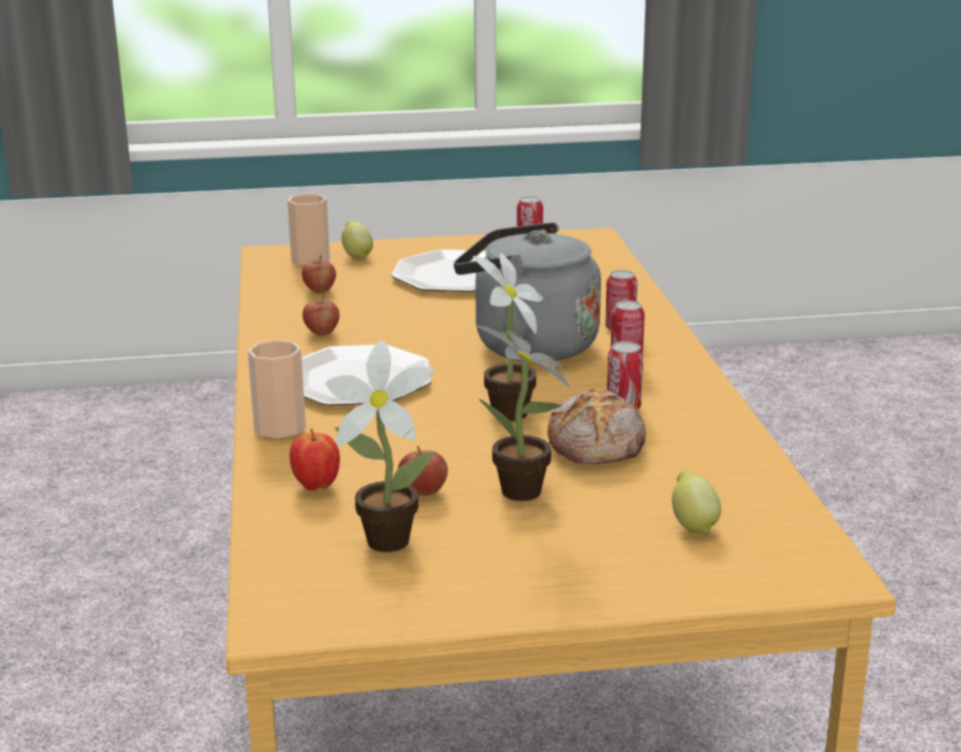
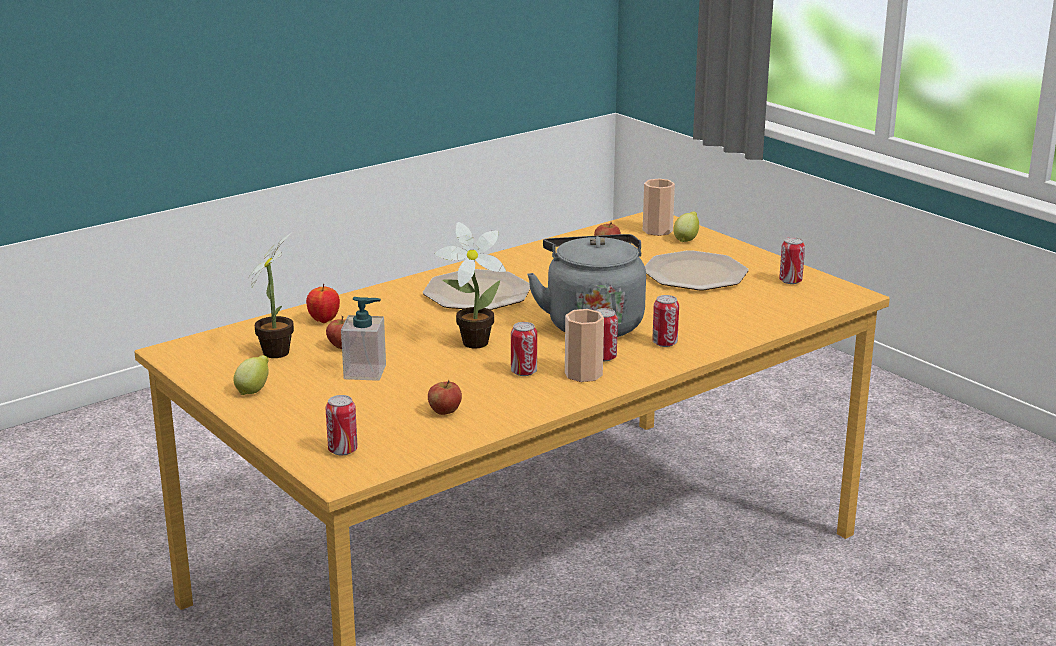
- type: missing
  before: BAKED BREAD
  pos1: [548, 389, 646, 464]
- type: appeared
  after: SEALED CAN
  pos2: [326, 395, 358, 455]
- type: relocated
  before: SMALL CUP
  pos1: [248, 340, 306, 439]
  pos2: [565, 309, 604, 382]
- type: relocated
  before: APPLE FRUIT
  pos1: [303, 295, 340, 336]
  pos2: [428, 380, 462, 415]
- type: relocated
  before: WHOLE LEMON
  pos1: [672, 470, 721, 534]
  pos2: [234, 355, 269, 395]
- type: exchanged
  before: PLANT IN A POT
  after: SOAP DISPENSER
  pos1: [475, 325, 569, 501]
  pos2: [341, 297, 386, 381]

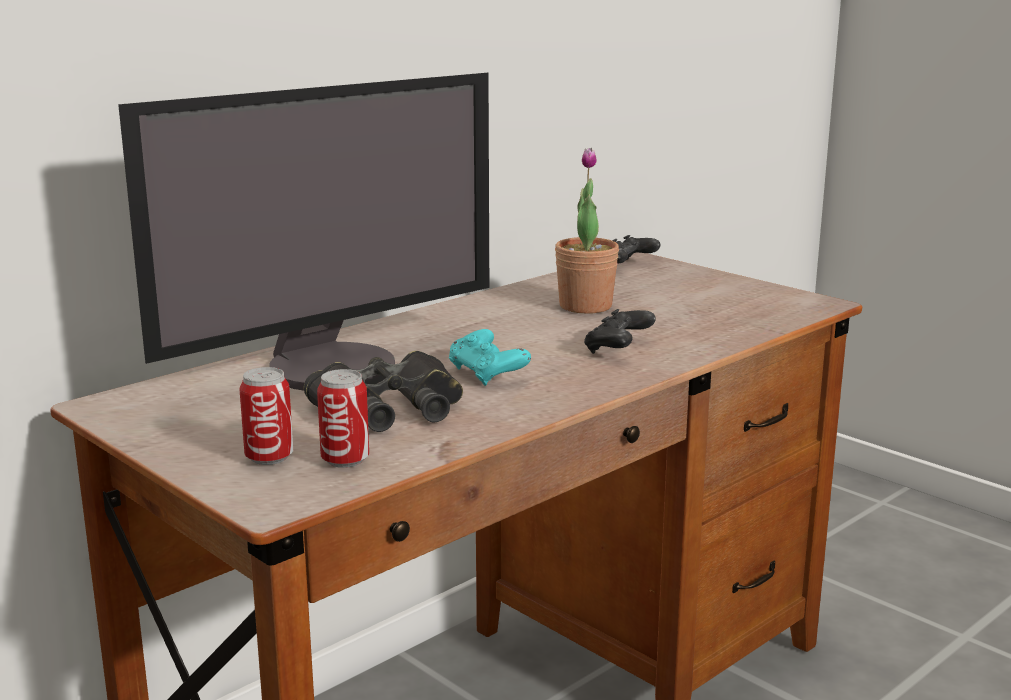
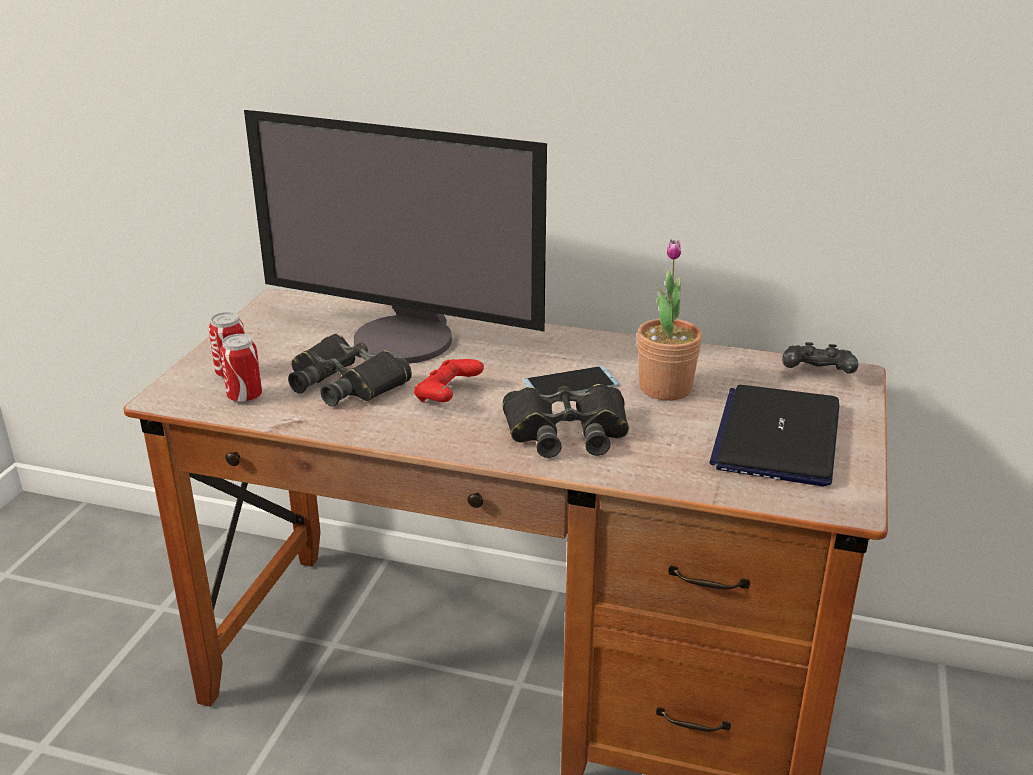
- type: appeared
  after: HANDSET
  pos2: [523, 366, 619, 395]
- type: appeared
  after: PORTABLE COMPUTER
  pos2: [709, 385, 840, 486]
- type: exchanged
  before: BLACK-COLOURED GAME CONTROLLER
  after: BLACK-COLOURED BINOCULARS
  pos1: [584, 309, 656, 354]
  pos2: [503, 384, 629, 458]
- type: colour
  before: TURQUOISE GAME CONTROLLER
  after: RED GAME CONTROLLER
  pos1: [449, 329, 531, 386]
  pos2: [414, 359, 484, 402]

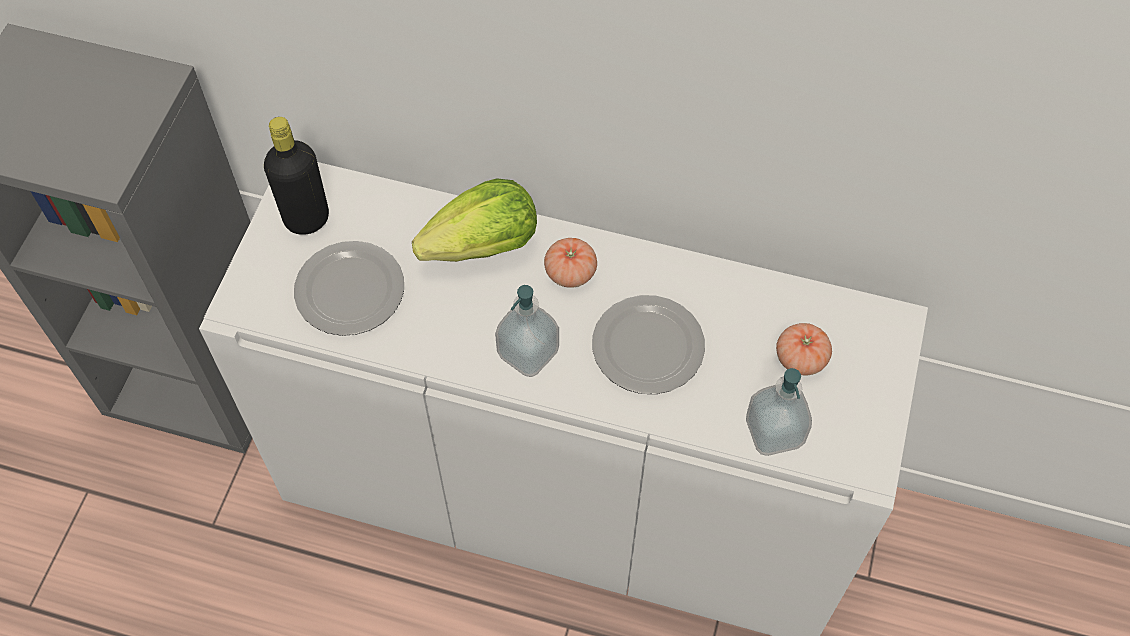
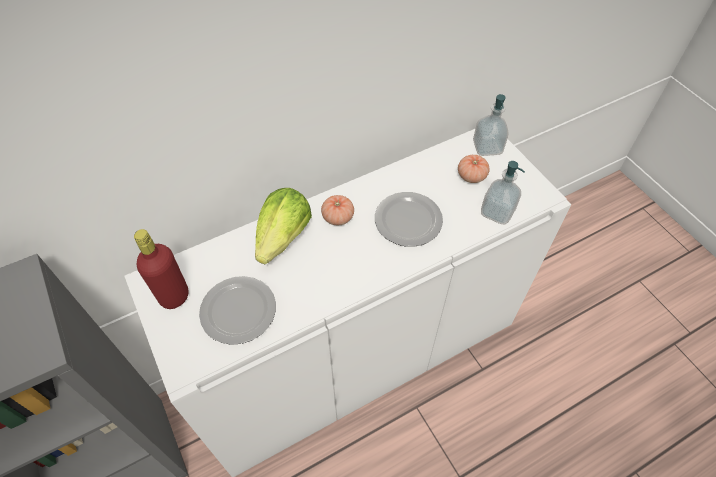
- type: relocated
  before: SOAP DISPENSER
  pos1: [495, 285, 559, 377]
  pos2: [473, 94, 508, 156]
- type: colour
  before: BLACK-COLOURED BEVERAGE BOTTLE
  after: RED BEVERAGE BOTTLE
  pos1: [264, 117, 329, 235]
  pos2: [134, 229, 188, 309]

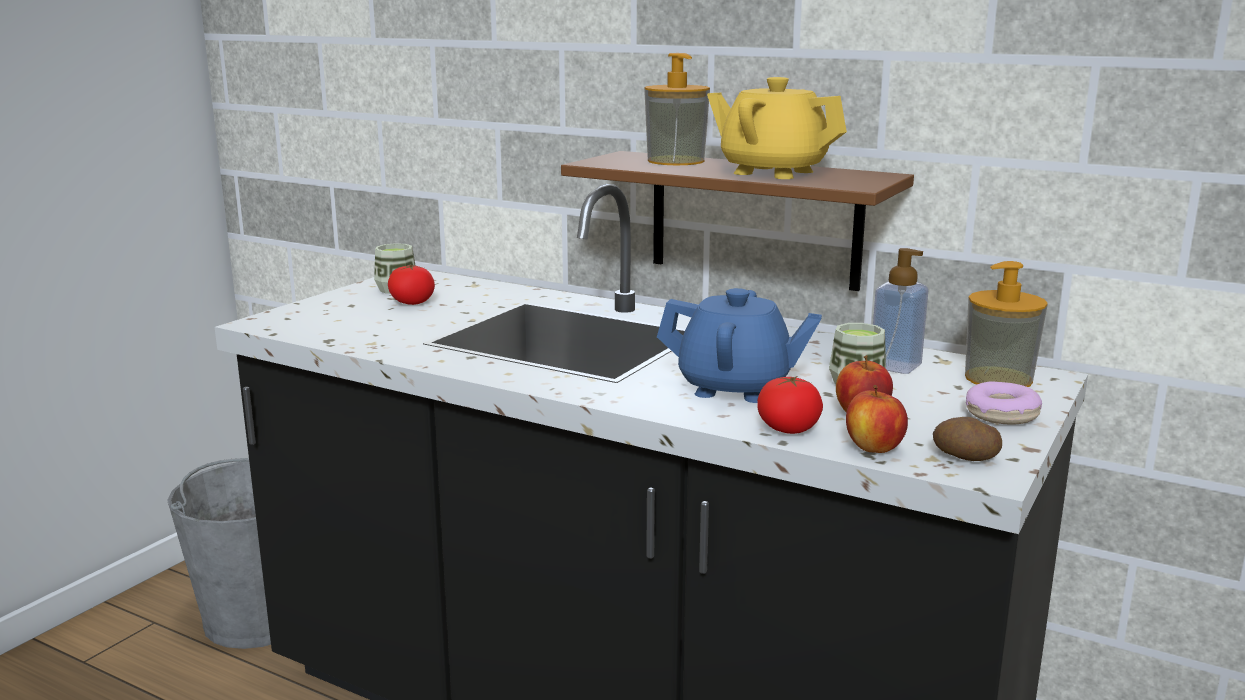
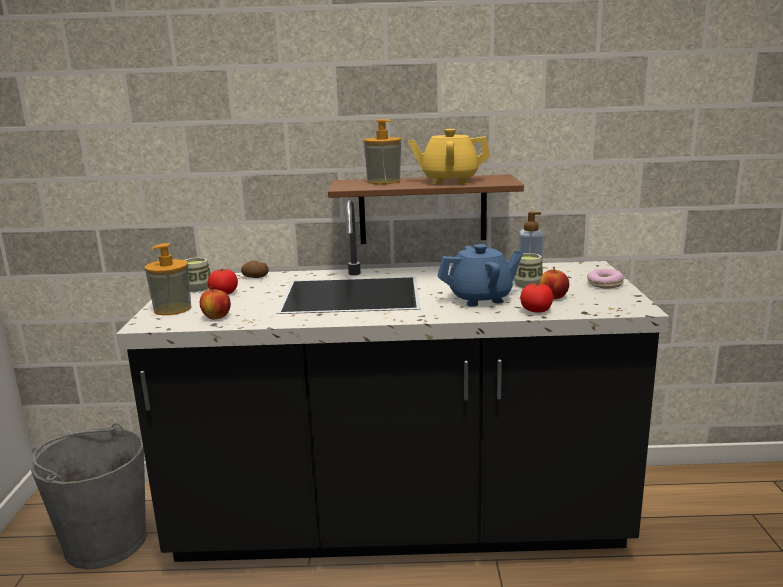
- type: relocated
  before: APPLE FRUIT
  pos1: [846, 385, 908, 453]
  pos2: [200, 286, 231, 319]
- type: relocated
  before: POTATO
  pos1: [933, 417, 1002, 461]
  pos2: [241, 261, 269, 278]
- type: relocated
  before: SOAP DISPENSER
  pos1: [965, 261, 1048, 387]
  pos2: [145, 243, 191, 315]

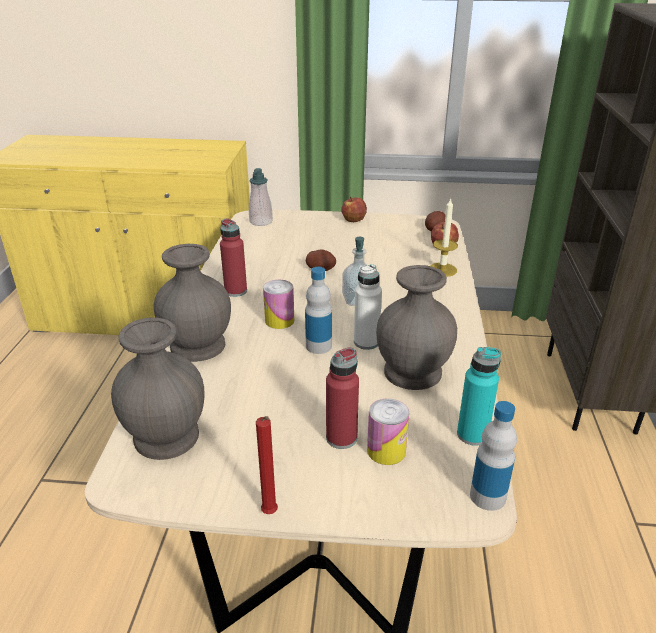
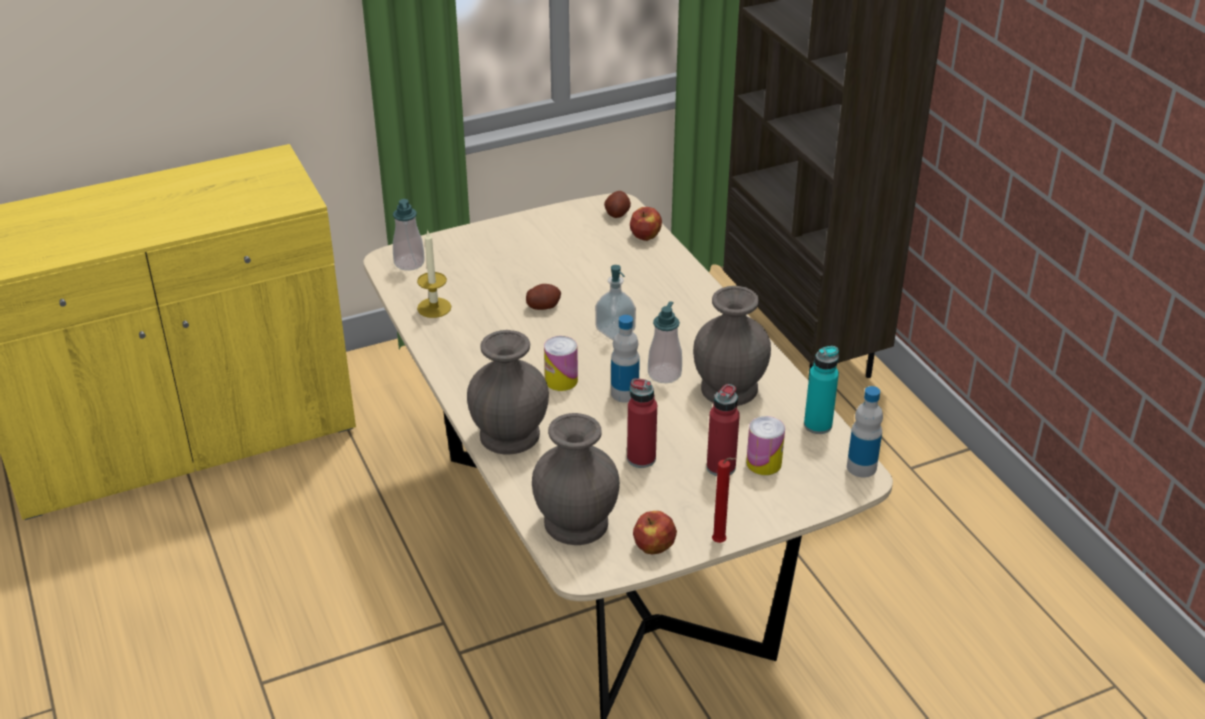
- type: relocated
  before: RED BEVERAGE BOTTLE
  pos1: [220, 219, 247, 297]
  pos2: [627, 378, 657, 468]
- type: relocated
  before: APPLE FRUIT
  pos1: [341, 197, 367, 222]
  pos2: [633, 511, 677, 554]
- type: relocated
  before: WAX LIGHT
  pos1: [430, 198, 458, 277]
  pos2: [417, 231, 451, 318]
- type: exchanged
  before: WHITISH BEVERAGE BOTTLE
  after: SOAP DISPENSER
  pos1: [354, 264, 382, 350]
  pos2: [648, 301, 682, 383]

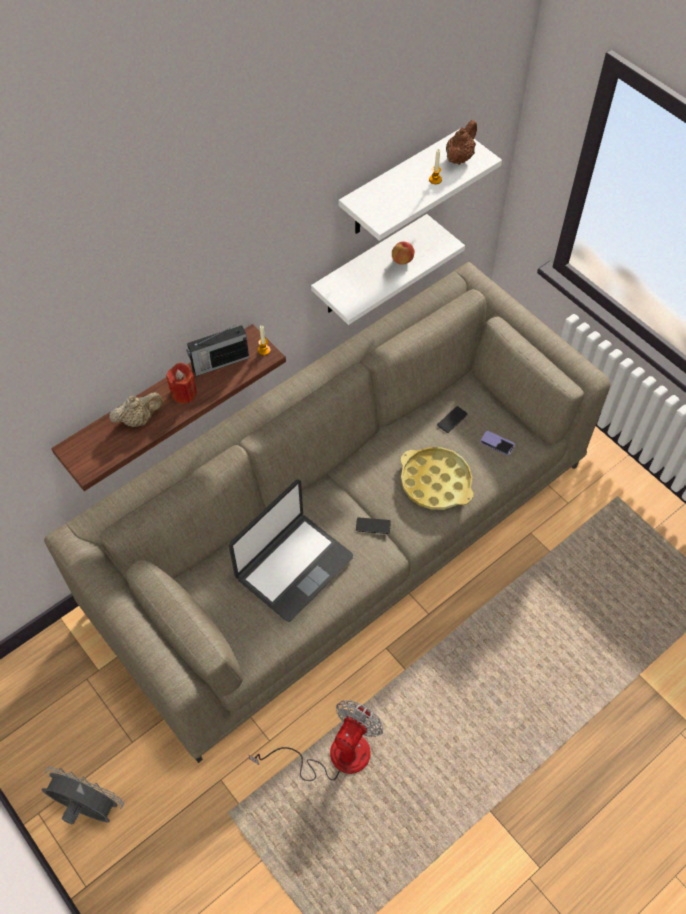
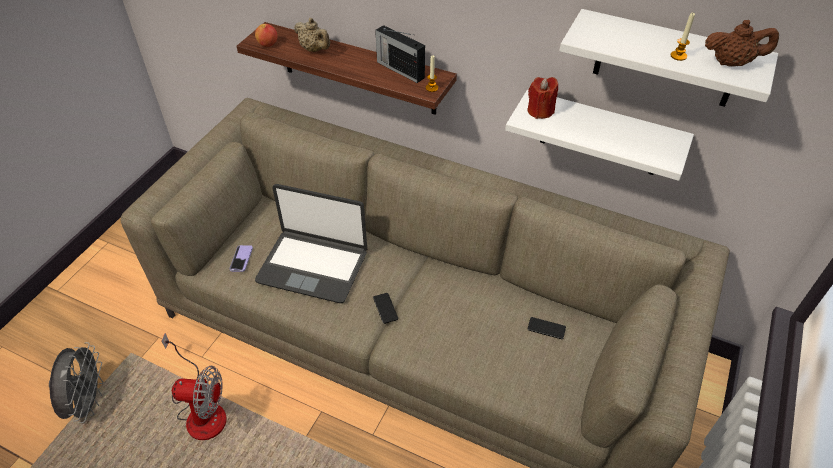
- type: missing
  before: YELLOWISH CARRYING TRAY
  pos1: [401, 447, 474, 510]
- type: relocated
  before: GRAY ELECTRIC FAN
  pos1: [42, 767, 124, 824]
  pos2: [49, 342, 103, 423]
- type: relocated
  before: RED WAX LIGHT
  pos1: [166, 363, 197, 403]
  pos2: [527, 77, 558, 119]
- type: relocated
  before: APPLE FRUIT
  pos1: [392, 241, 415, 264]
  pos2: [255, 24, 278, 47]
- type: relocated
  before: HANDSET
  pos1: [480, 431, 515, 456]
  pos2: [229, 245, 253, 272]

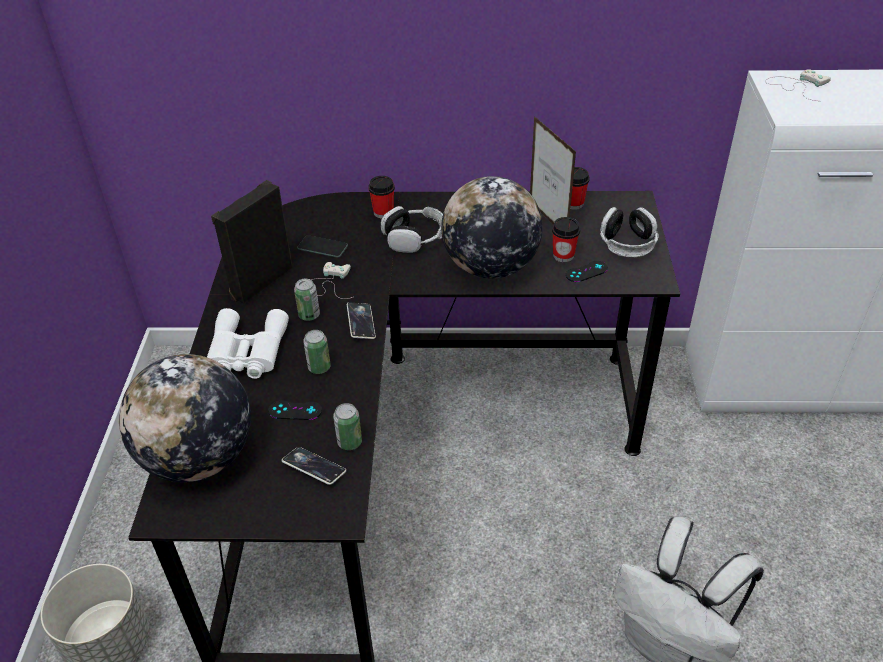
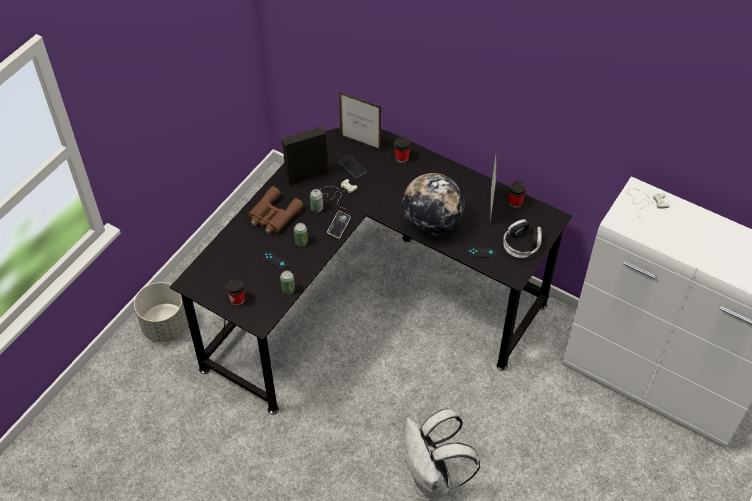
- type: missing
  before: GLOBE
  pos1: [119, 354, 251, 482]
- type: missing
  before: HANDSET
  pos1: [282, 447, 346, 485]
- type: missing
  before: HEADPHONES
  pos1: [381, 206, 443, 253]
- type: appeared
  after: PICTURE FRAME
  pos2: [339, 92, 381, 151]
- type: relocated
  before: SMALL CUP
  pos1: [552, 217, 580, 262]
  pos2: [226, 278, 245, 306]
- type: colour
  before: WHITISH BINOCULARS
  after: BROWN-COLOURED BINOCULARS
  pos1: [207, 308, 289, 379]
  pos2: [248, 186, 304, 234]

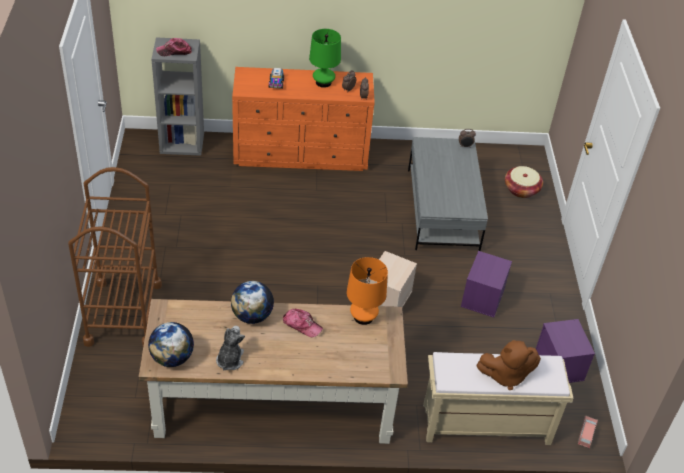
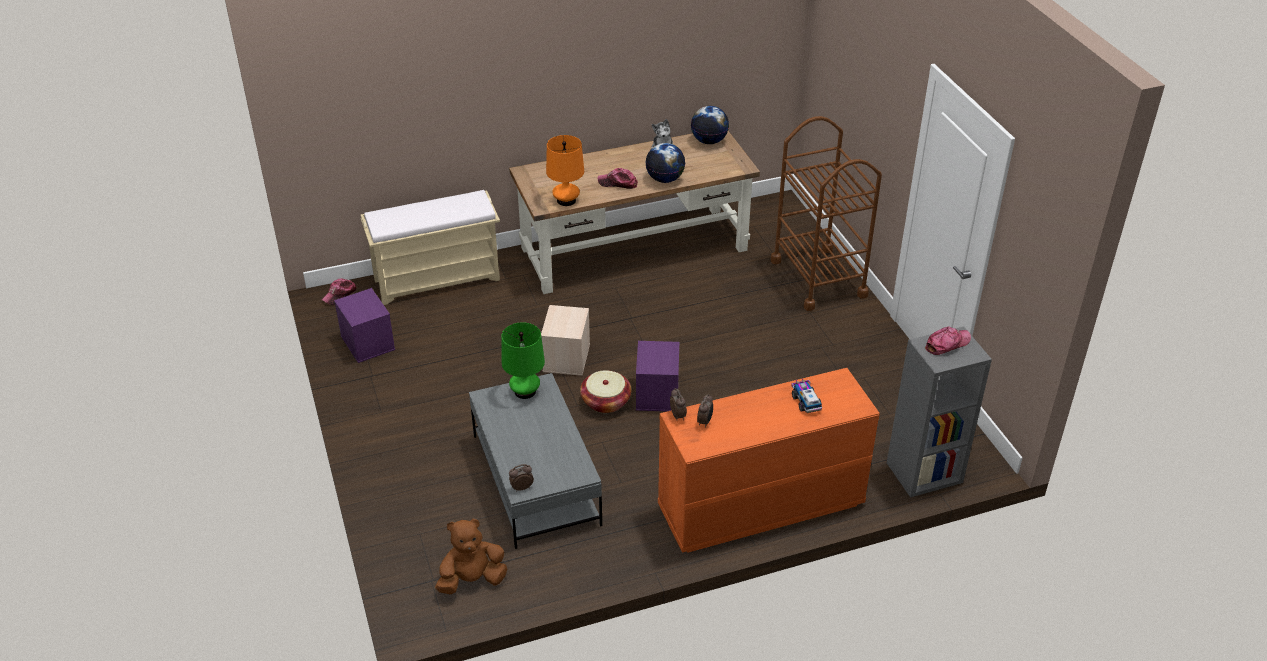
- type: relocated
  before: GREEN TABLE LAMP
  pos1: [309, 29, 341, 88]
  pos2: [501, 322, 545, 399]
- type: relocated
  before: PURPLISH STORAGE BIN
  pos1: [461, 251, 512, 318]
  pos2: [636, 341, 679, 411]
- type: relocated
  before: BROWN-COLOURED PLUSH TOY
  pos1: [476, 340, 541, 390]
  pos2: [435, 519, 507, 594]
- type: relocated
  before: HOUSEHOLD BASKET
  pos1: [505, 166, 543, 198]
  pos2: [580, 370, 631, 413]
- type: exchanged
  before: PINK-COLOURED MINIATURE CAR
  after: PEAKED CAP
  pos1: [578, 416, 598, 448]
  pos2: [322, 278, 357, 305]

